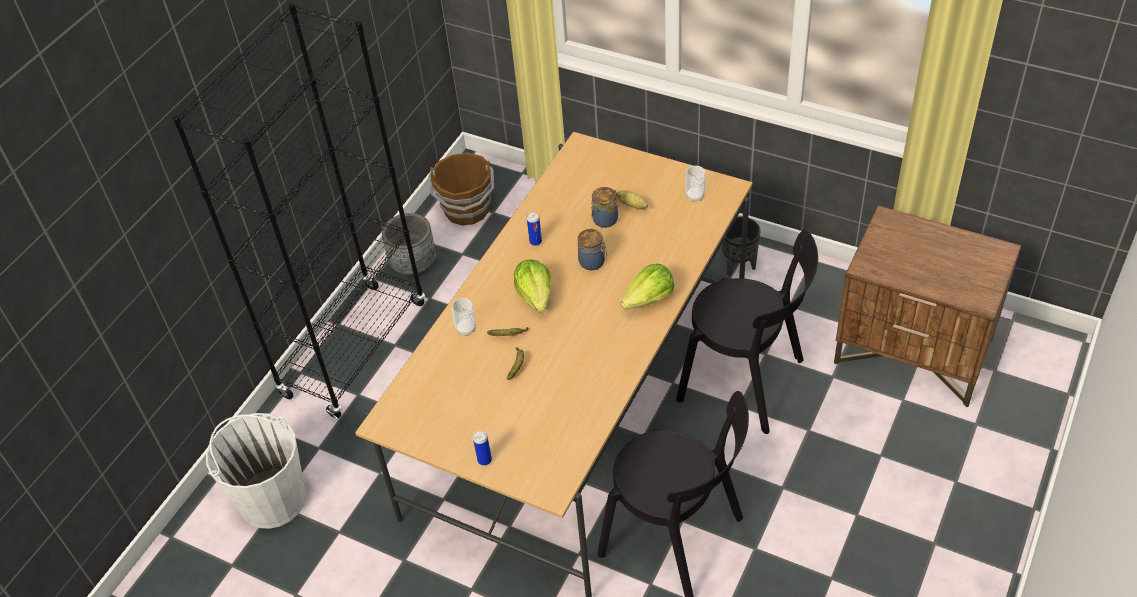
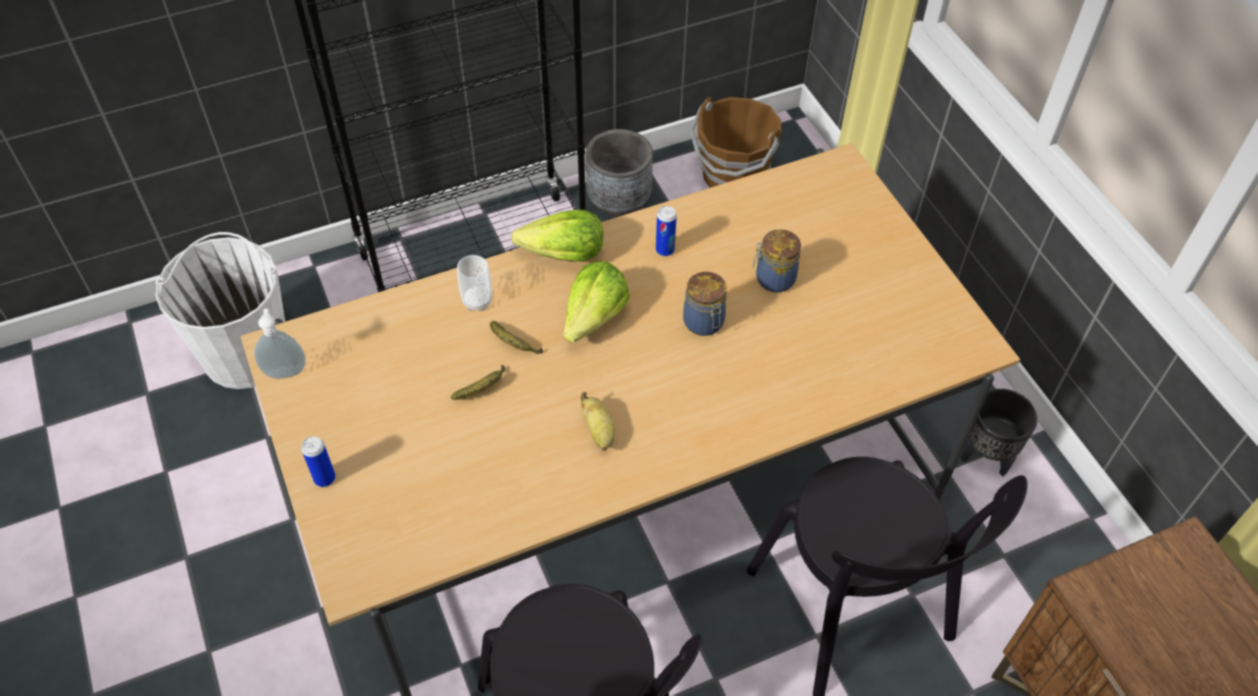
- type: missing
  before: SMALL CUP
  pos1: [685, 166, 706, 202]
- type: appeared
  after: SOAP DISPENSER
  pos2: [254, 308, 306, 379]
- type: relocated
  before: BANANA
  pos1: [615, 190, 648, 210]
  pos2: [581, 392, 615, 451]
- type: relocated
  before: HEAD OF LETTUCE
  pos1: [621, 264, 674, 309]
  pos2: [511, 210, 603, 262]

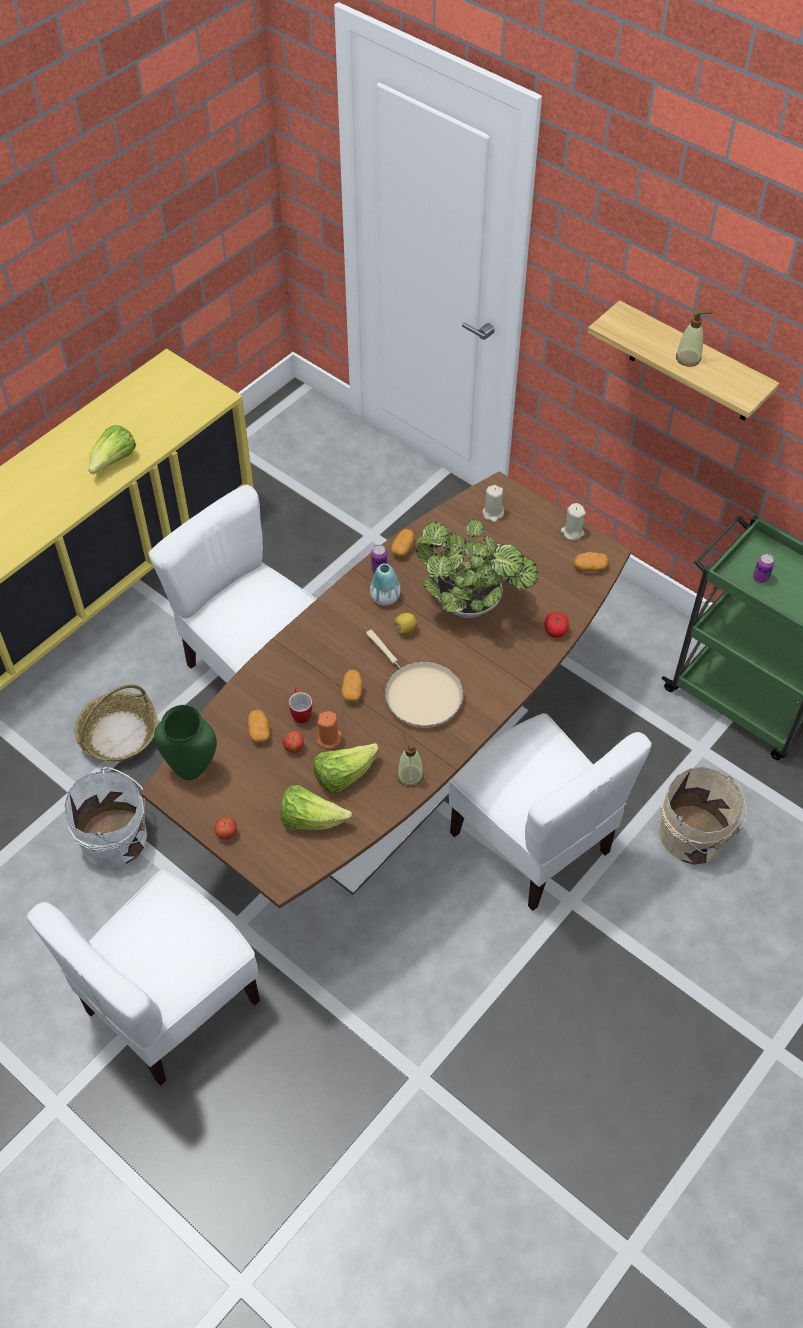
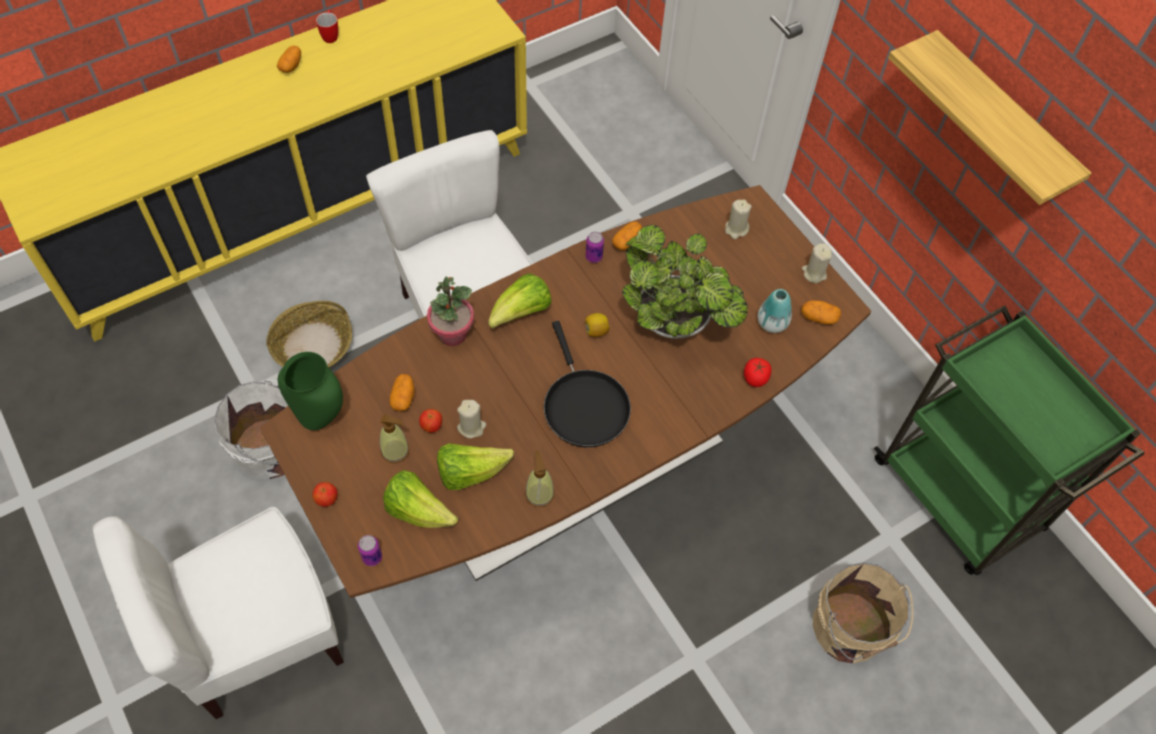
- type: missing
  before: WHITISH UPRIGHT CHAIR
  pos1: [449, 713, 652, 911]
- type: appeared
  after: PLANT IN A POT
  pos2: [427, 276, 474, 346]
- type: relocated
  before: HEAD OF LETTUCE
  pos1: [89, 425, 136, 474]
  pos2: [488, 273, 552, 328]
- type: relocated
  before: COFFEE MUG
  pos1: [289, 688, 312, 724]
  pos2: [316, 10, 338, 43]
- type: relocated
  before: POTATO
  pos1: [341, 670, 363, 702]
  pos2: [277, 45, 301, 73]
- type: relocated
  before: VASE
  pos1: [370, 563, 400, 605]
  pos2: [758, 289, 792, 333]
- type: relocated
  before: SOAP DISPENSER
  pos1: [676, 309, 712, 367]
  pos2: [380, 414, 410, 463]
- type: relocated
  before: SEALED CAN
  pos1: [753, 554, 775, 583]
  pos2: [358, 535, 382, 566]
- type: colour
  before: ORANGE-COLOURED WAX LIGHT
  after: BEIGE WAX LIGHT
  pos1: [317, 711, 342, 748]
  pos2: [457, 400, 486, 438]
- type: colour
  before: BEIGE SKILLET
  after: BLACK-COLOURED SKILLET
  pos1: [366, 630, 464, 728]
  pos2: [544, 321, 631, 447]

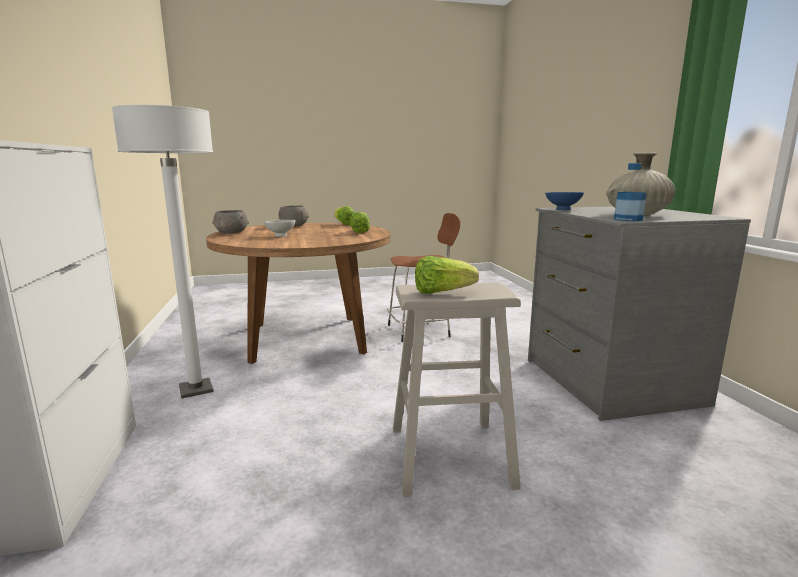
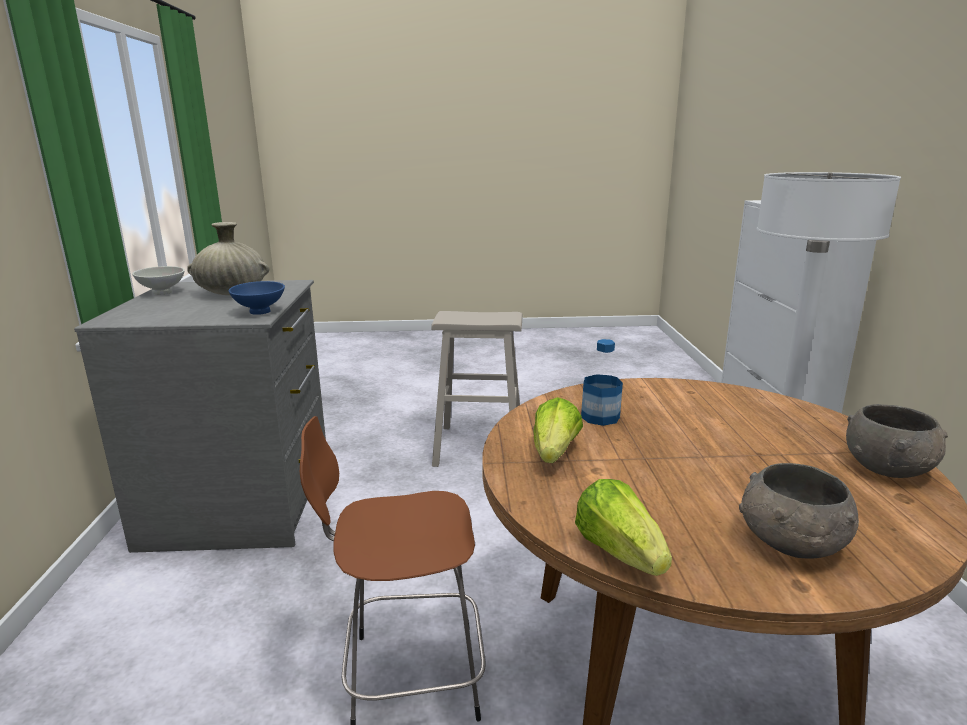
- type: missing
  before: HEAD OF LETTUCE
  pos1: [415, 256, 479, 294]
- type: relocated
  before: WHITISH BOWL
  pos1: [263, 220, 296, 237]
  pos2: [132, 266, 185, 295]
- type: relocated
  before: BEVERAGE BOTTLE
  pos1: [614, 163, 647, 221]
  pos2: [581, 339, 623, 426]

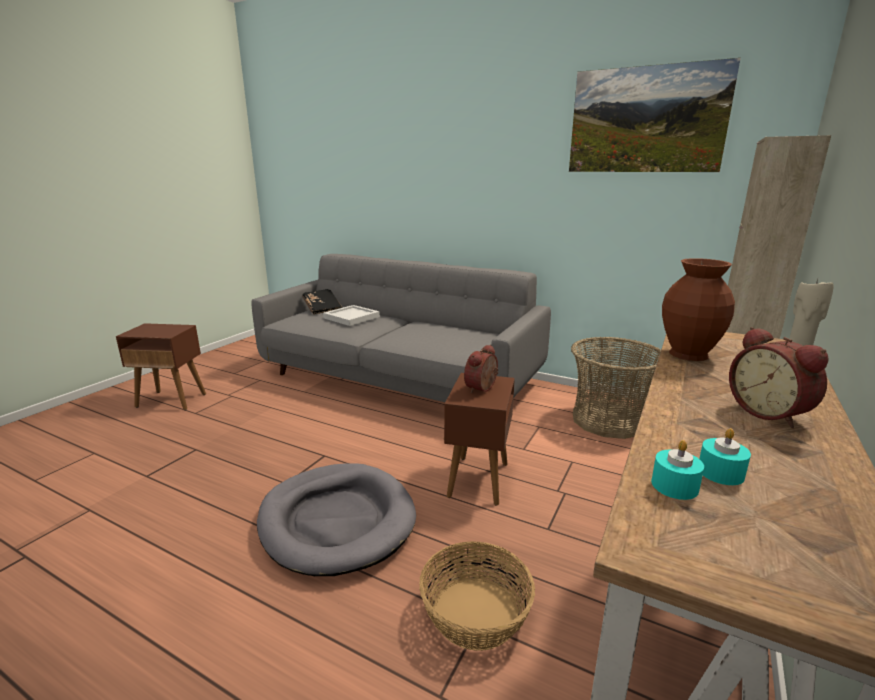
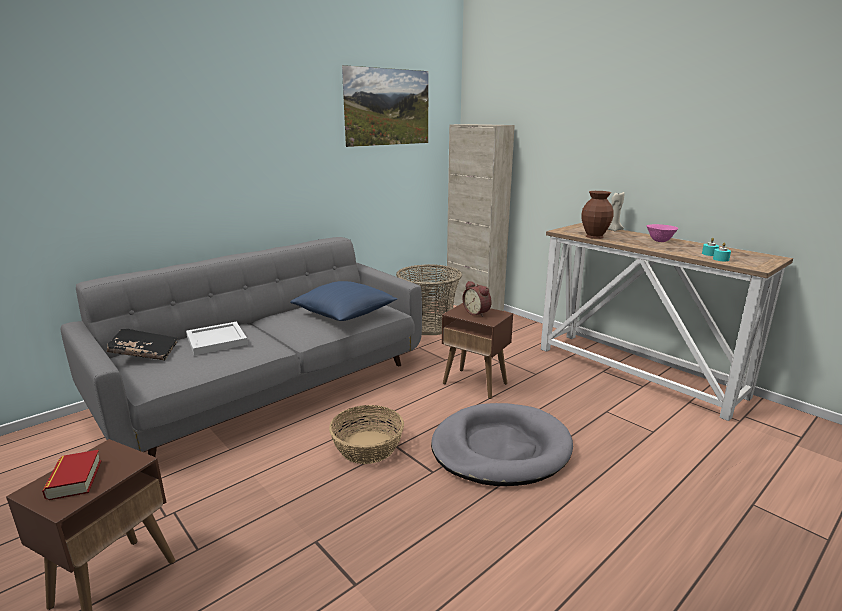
- type: appeared
  after: BOUND BOOK
  pos2: [42, 450, 101, 500]
- type: appeared
  after: BLUISH CUSHION
  pos2: [290, 281, 398, 321]
- type: relocated
  before: HOUSEHOLD BASKET
  pos1: [419, 541, 535, 651]
  pos2: [329, 405, 404, 464]
- type: exchanged
  before: ALARM CLOCK
  after: PINK-COLOURED BOWL
  pos1: [729, 327, 828, 428]
  pos2: [647, 224, 678, 242]

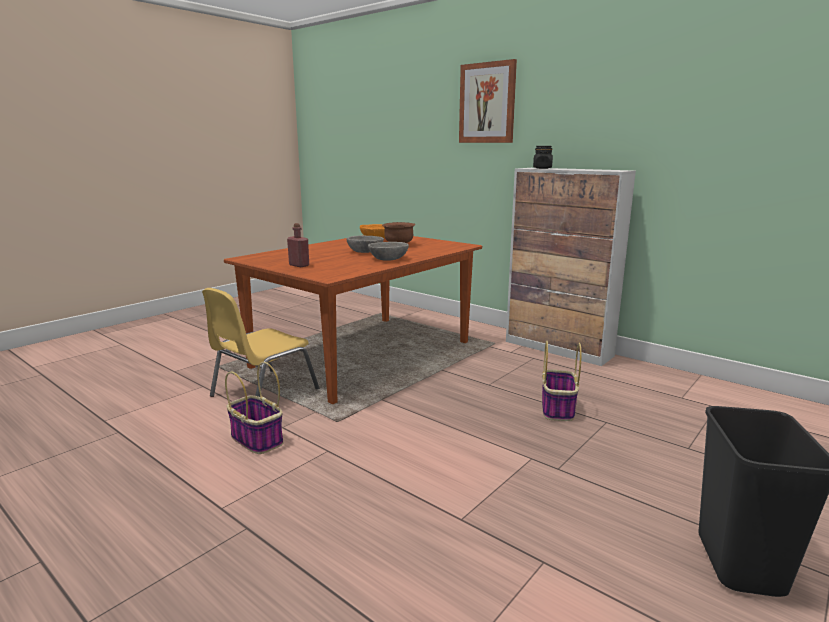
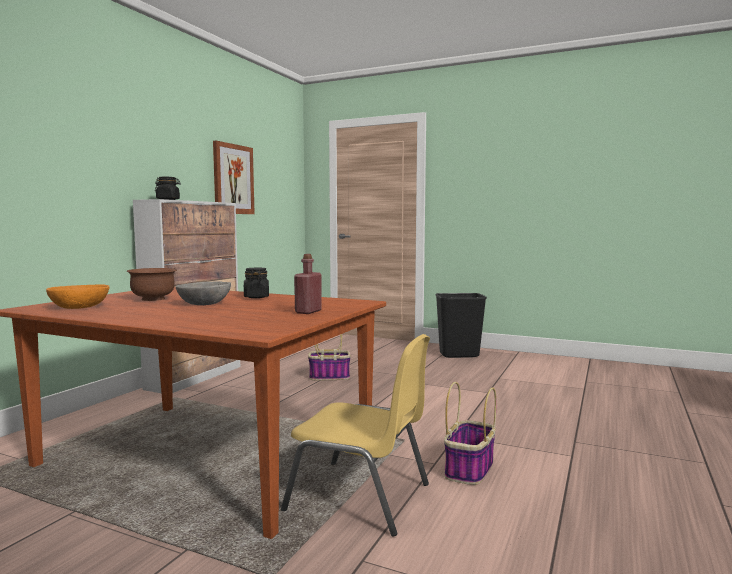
- type: relocated
  before: WALL ART
  pos1: [459, 59, 517, 143]
  pos2: [213, 141, 255, 214]
- type: exchanged
  before: GRAY BOWL
  after: BLACK-COLOURED PRESERVE JAR
  pos1: [368, 242, 409, 261]
  pos2: [244, 268, 269, 298]

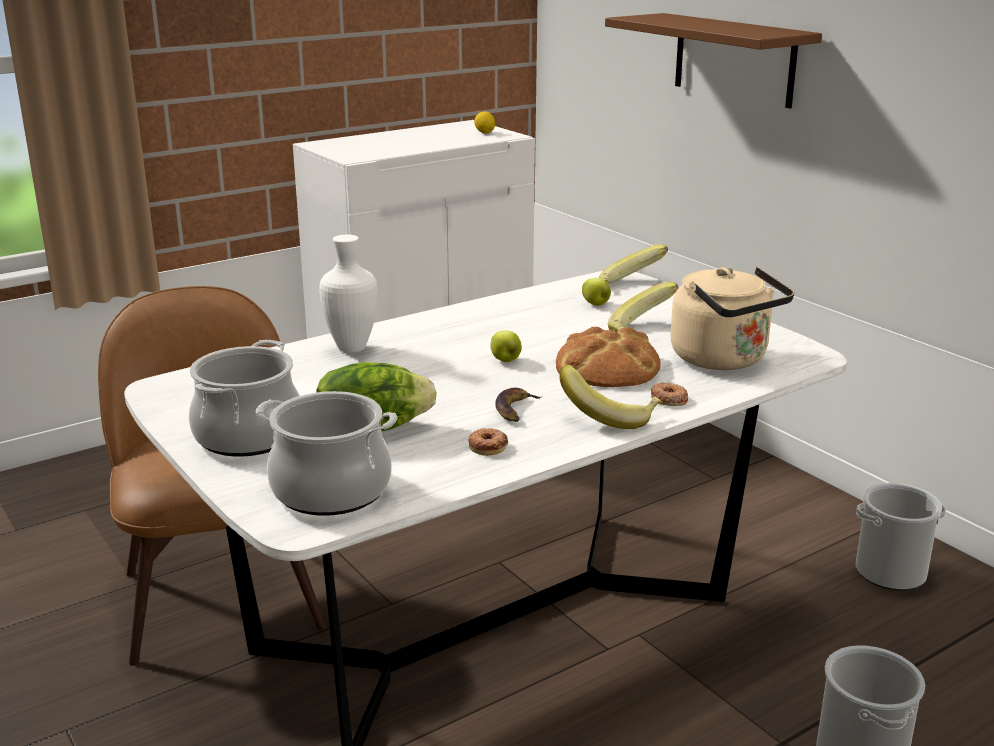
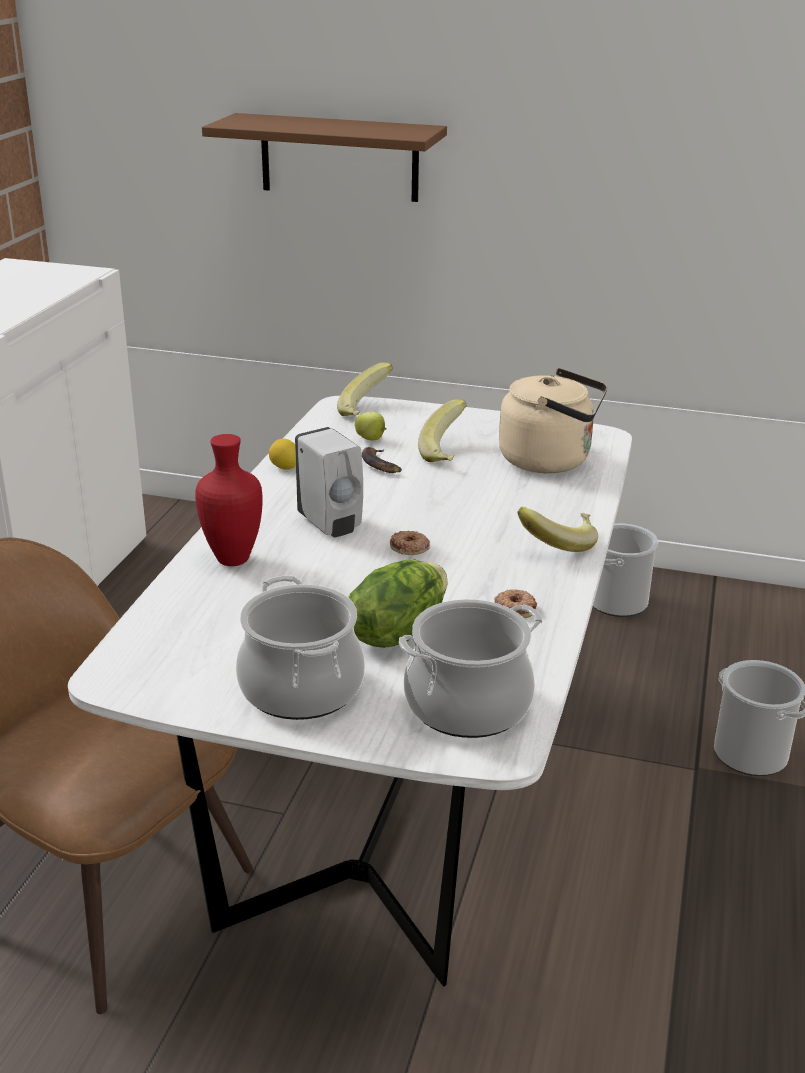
- type: missing
  before: APPLE FRUIT
  pos1: [490, 330, 522, 362]
- type: missing
  before: BAKED BREAD
  pos1: [556, 327, 661, 387]
- type: appeared
  after: WHITISH SOAP DISPENSER
  pos2: [295, 427, 363, 537]
- type: relocated
  before: WHOLE LEMON
  pos1: [474, 112, 495, 134]
  pos2: [269, 439, 296, 470]
- type: relocated
  before: BANANA
  pos1: [496, 388, 542, 422]
  pos2: [362, 447, 402, 473]
- type: relocated
  before: RING DOUGHNUT
  pos1: [651, 382, 688, 406]
  pos2: [390, 531, 430, 555]
- type: colour
  before: WHITISH VASE
  after: RED VASE
  pos1: [319, 235, 378, 353]
  pos2: [195, 434, 263, 566]

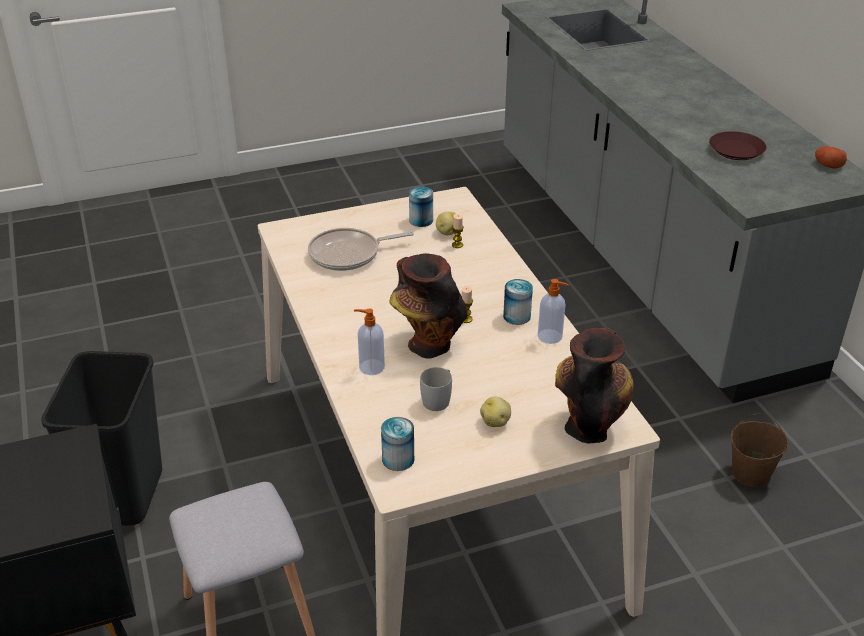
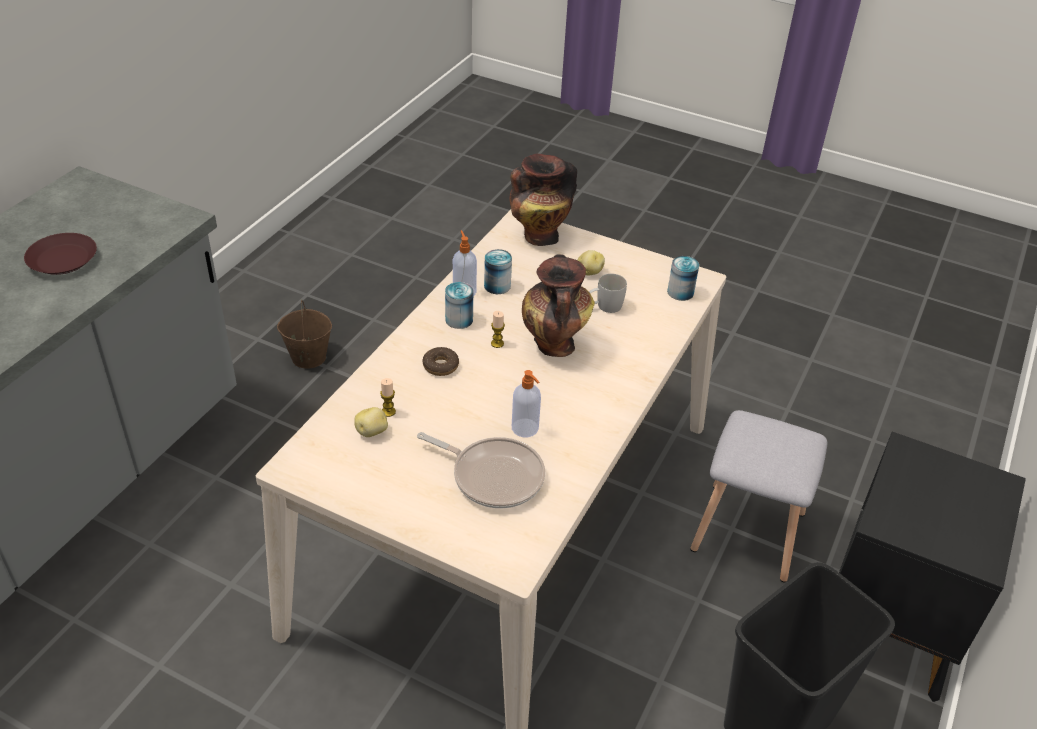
- type: missing
  before: POTATO
  pos1: [815, 146, 847, 169]
- type: appeared
  after: RING DOUGHNUT
  pos2: [423, 347, 459, 376]
- type: relocated
  before: SOAP DISPENSER
  pos1: [354, 308, 385, 375]
  pos2: [512, 370, 541, 437]
- type: relocated
  before: SEALED CAN
  pos1: [409, 187, 433, 227]
  pos2: [484, 249, 512, 294]

